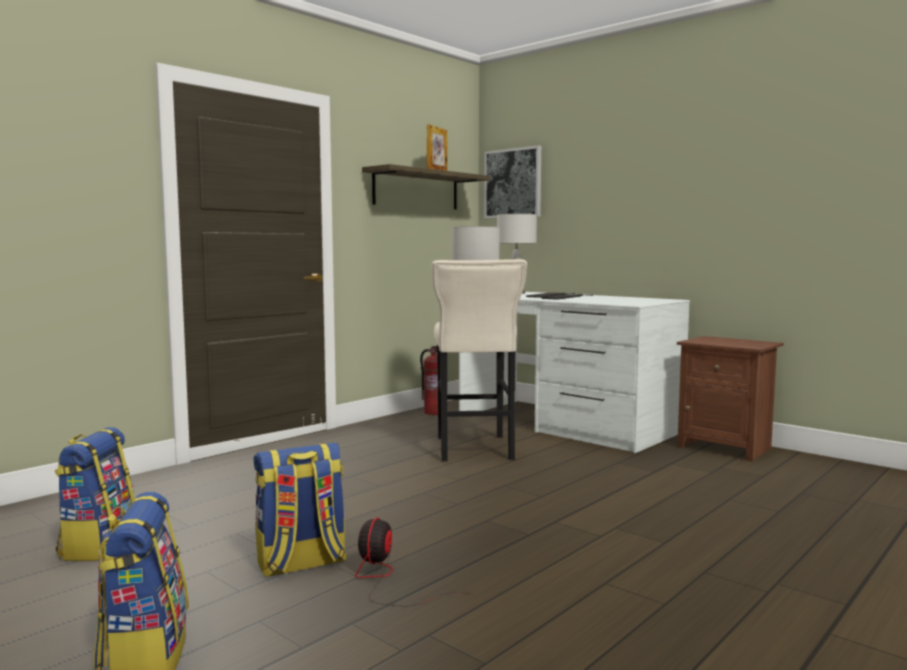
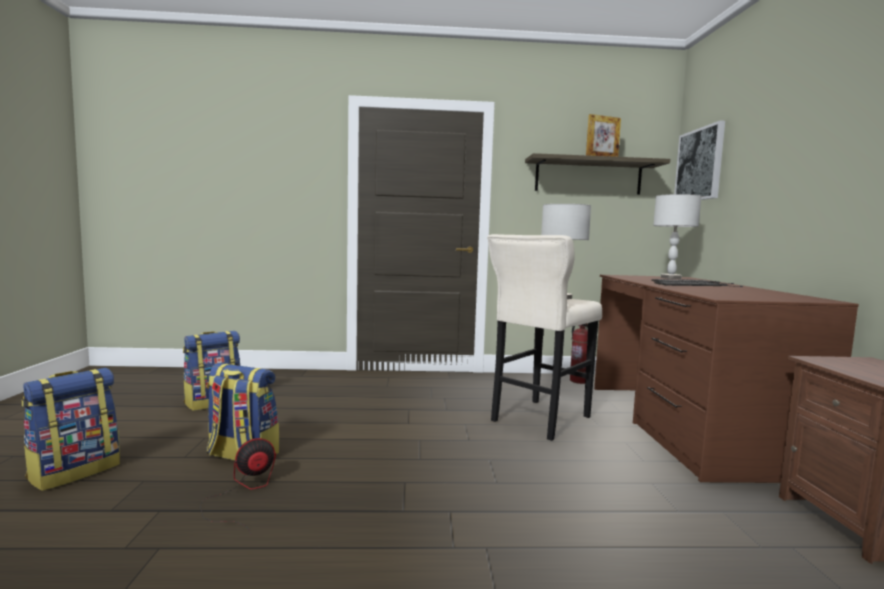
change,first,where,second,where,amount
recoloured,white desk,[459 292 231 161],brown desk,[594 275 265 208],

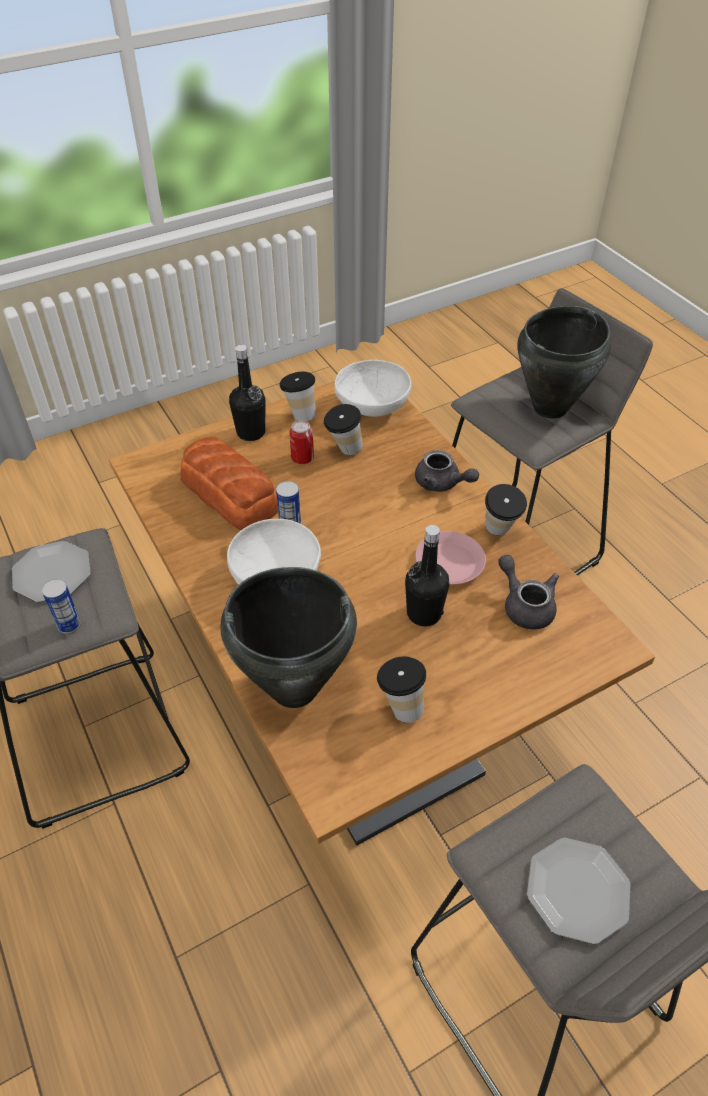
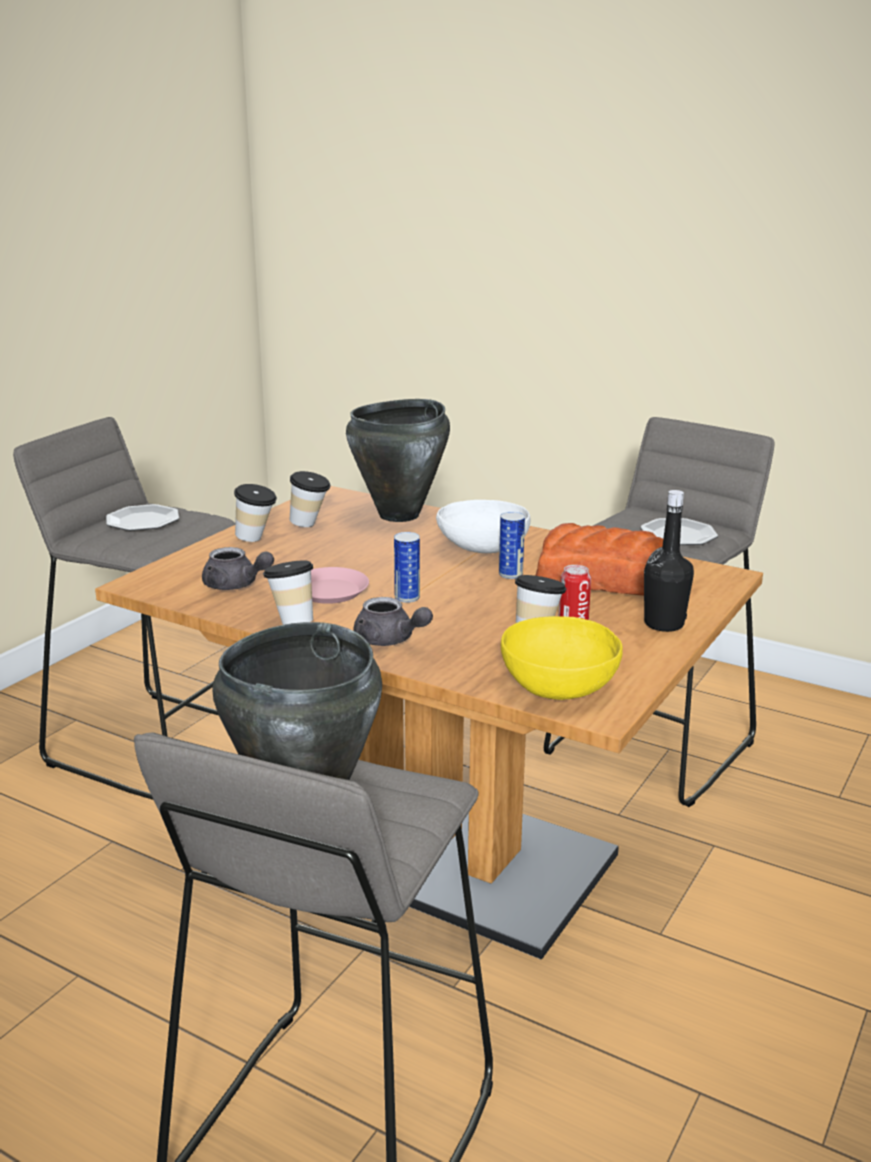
change,first,where,second,where,amount
removed,black bottle,[405 525 44 101],,,
moved,can,[42 579 39 55],,[394 532 26 71],
moved,cup,[279 372 37 49],,[234 484 43 58],
recoloured,white bowl,[334 360 78 57],yellow bowl,[501 616 122 84],
turned,grey teapot,[415 450 64 42],,[353 597 80 49],150 degrees counterclockwise

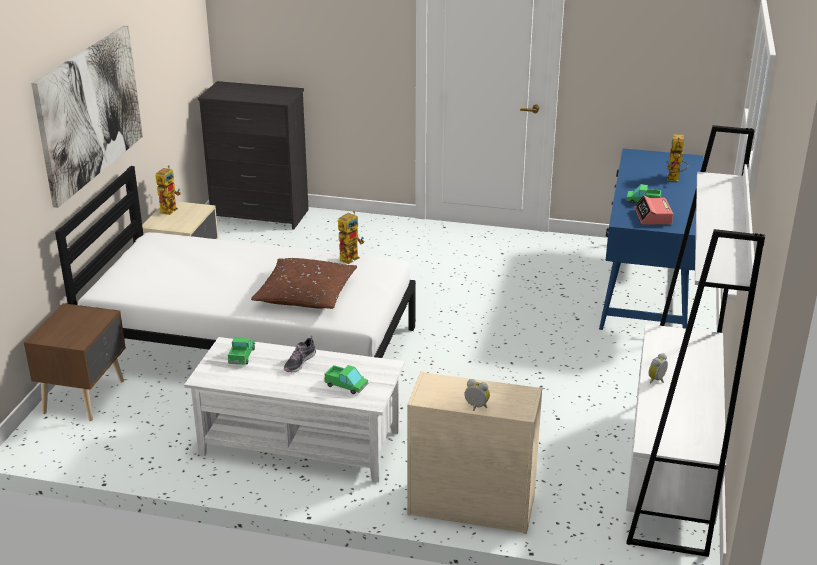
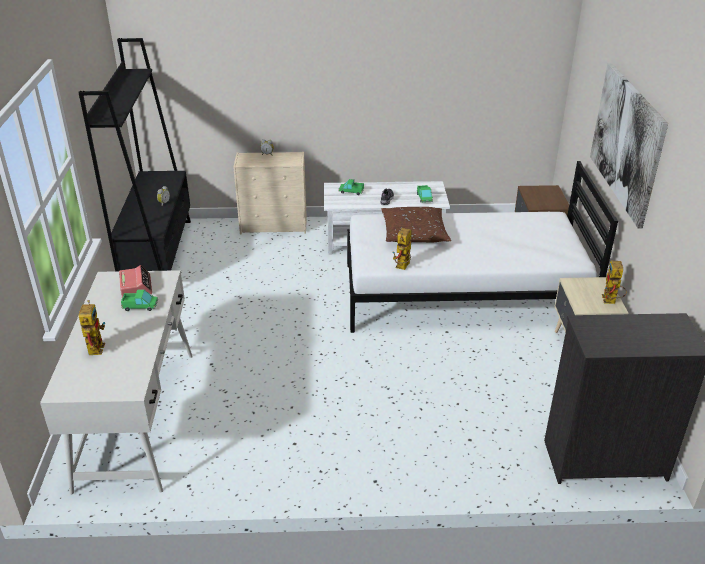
change,first,where,second,where,amount
recoloured,blue desk,[599 148 104 182],white desk,[40 270 153 225],
recoloured,white bookcase,[626 125 139 432],black bookcase,[78 38 113 233],

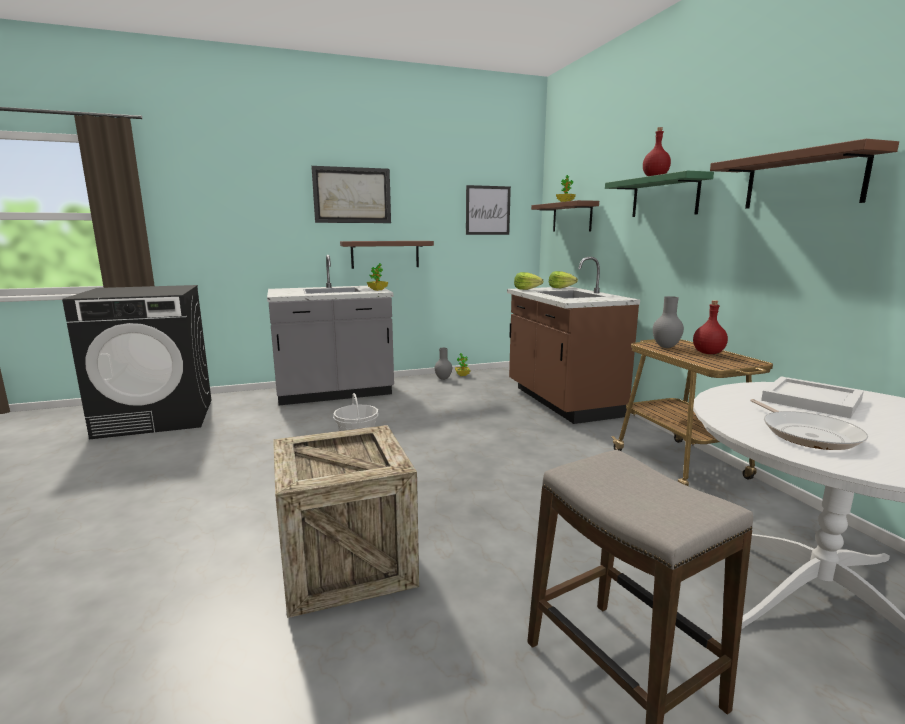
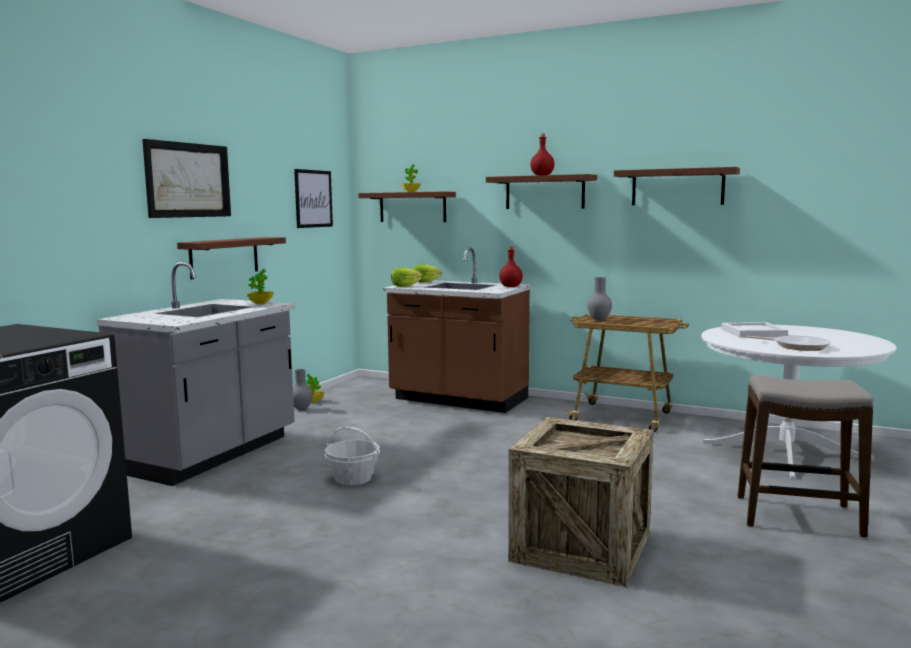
change,first,where,second,where,amount
moved,red bottle,[693 300 35 54],,[499 247 24 40],
recoloured,green shelf,[605 171 109 46],brown shelf,[486 174 111 35],

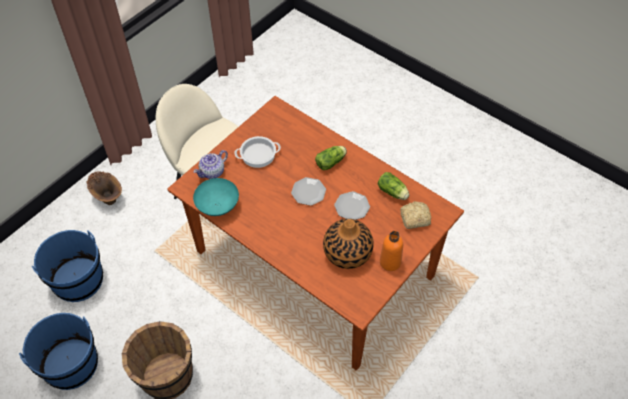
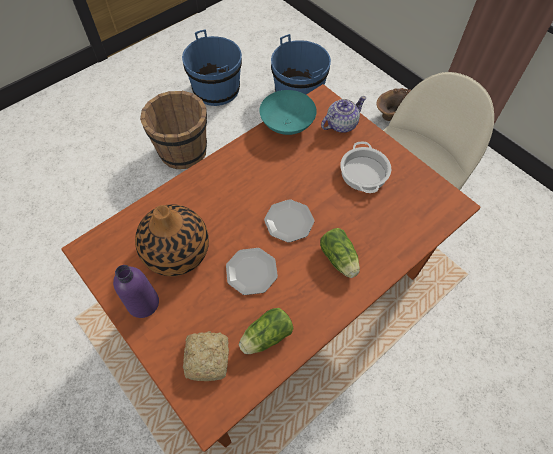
change,first,where,second,where,amount
recoloured,orange bottle,[380 231 23 40],purple bottle,[113 265 46 53],
turned,teapot,[193 150 35 29],,[321 96 45 37],90 degrees clockwise

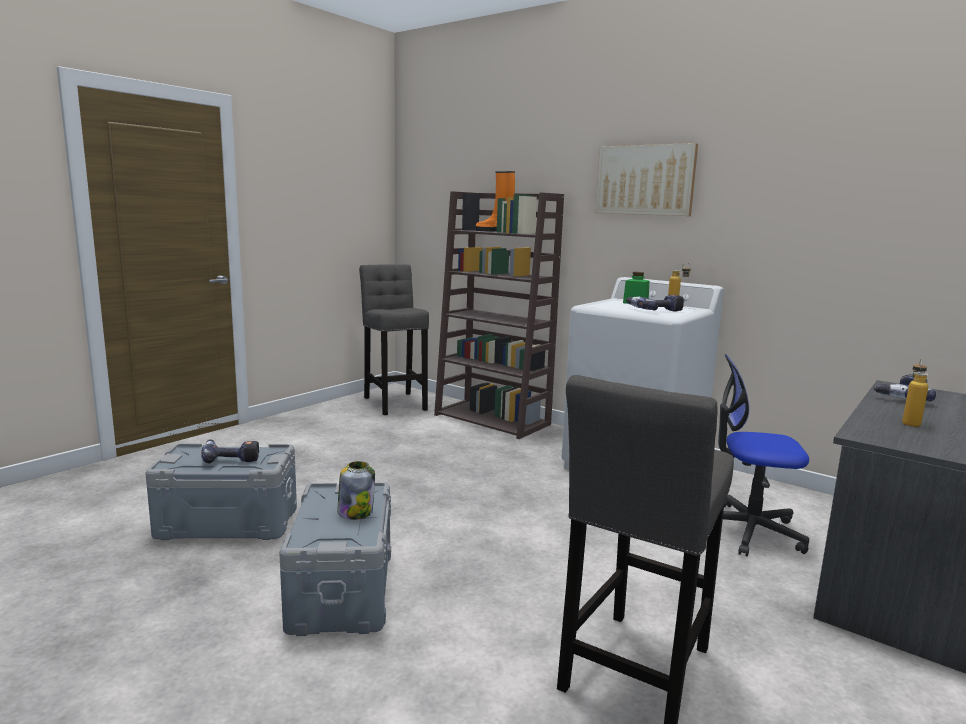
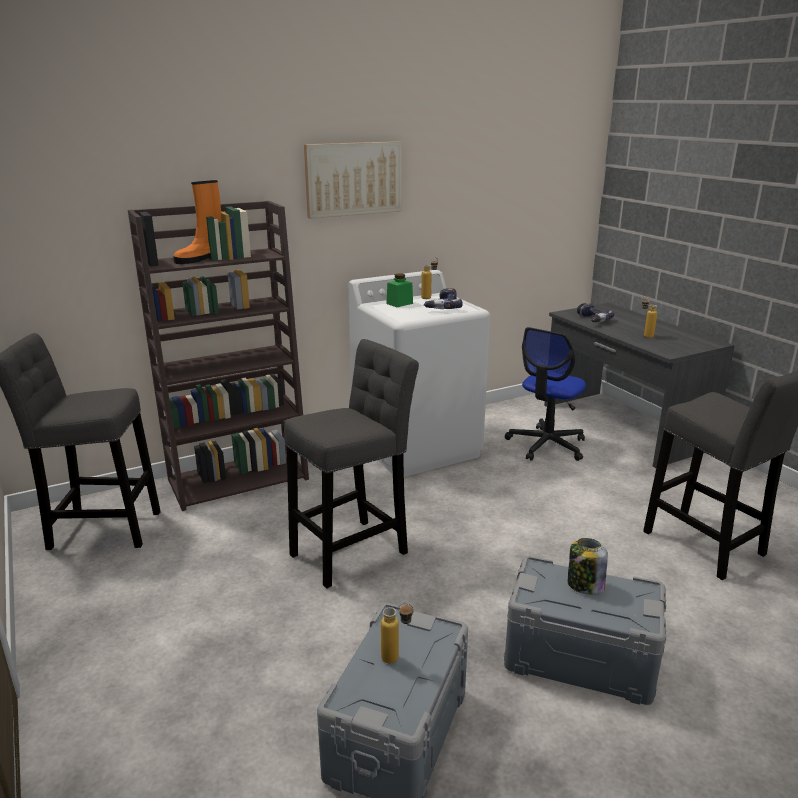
change,first,where,second,where,amount
added,,,grey stool,[284 339 135 249],
replaced,power drill,[201 439 58 24],bottle,[381 603 33 60],

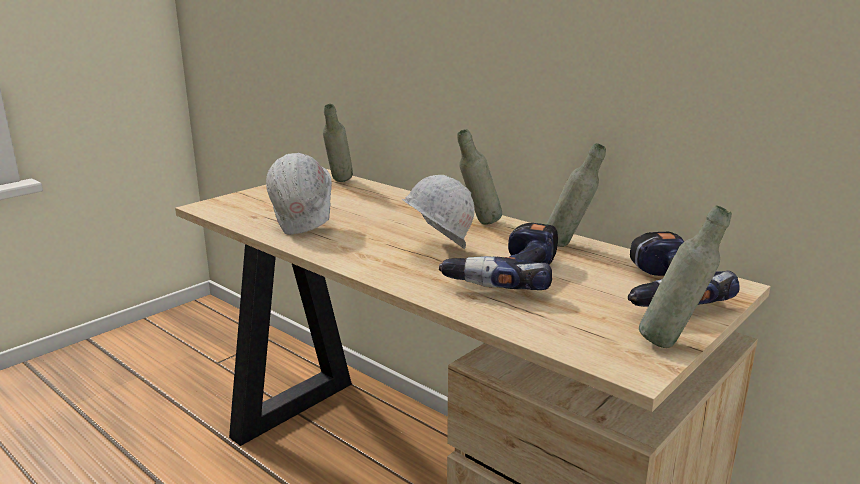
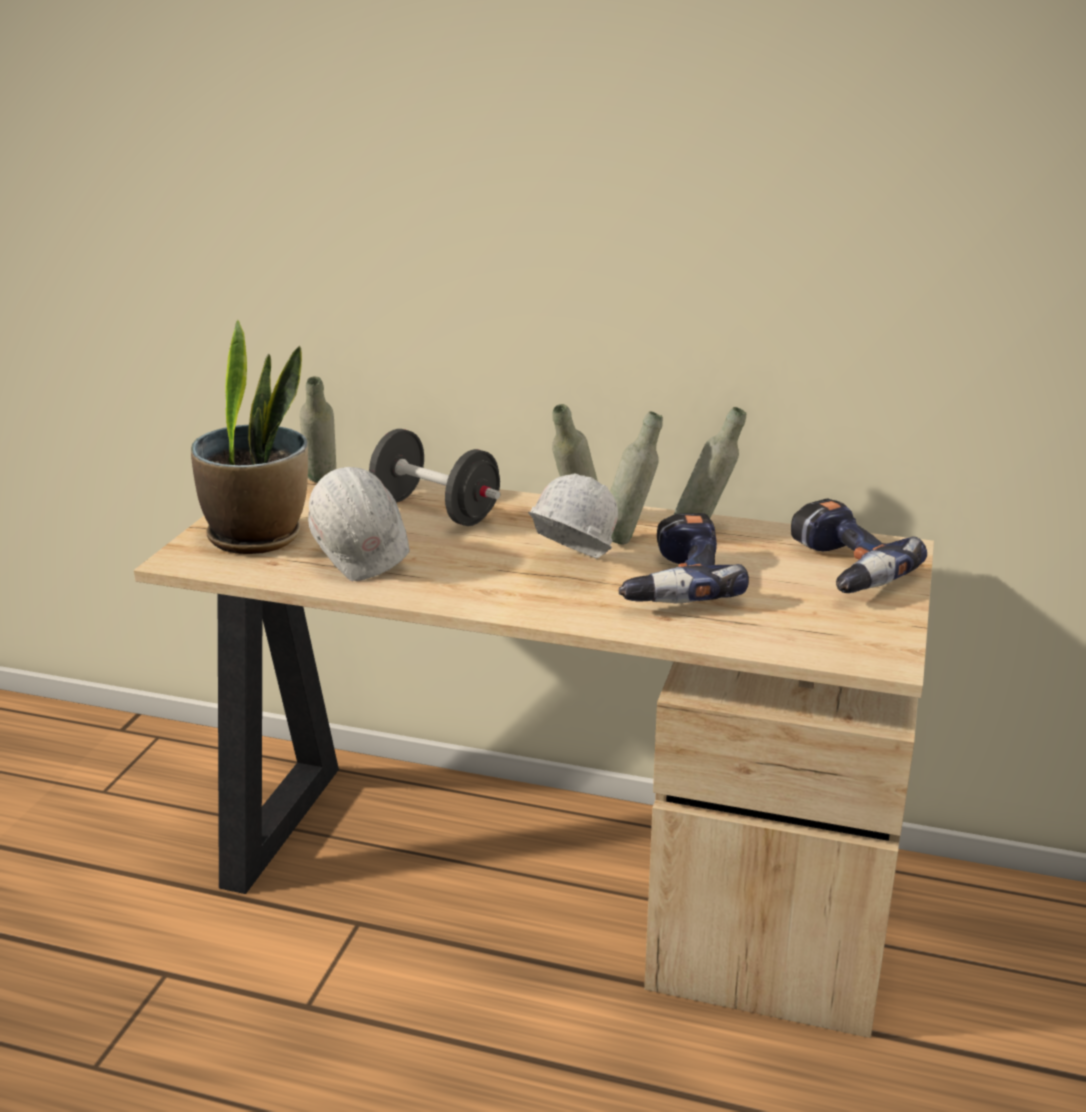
change,first,where,second,where,amount
added,,,potted plant,[191 320 117 234],
added,,,black dumbbell,[369 429 131 97],
moved,grey bottle,[639 205 93 143],,[610 411 53 133],

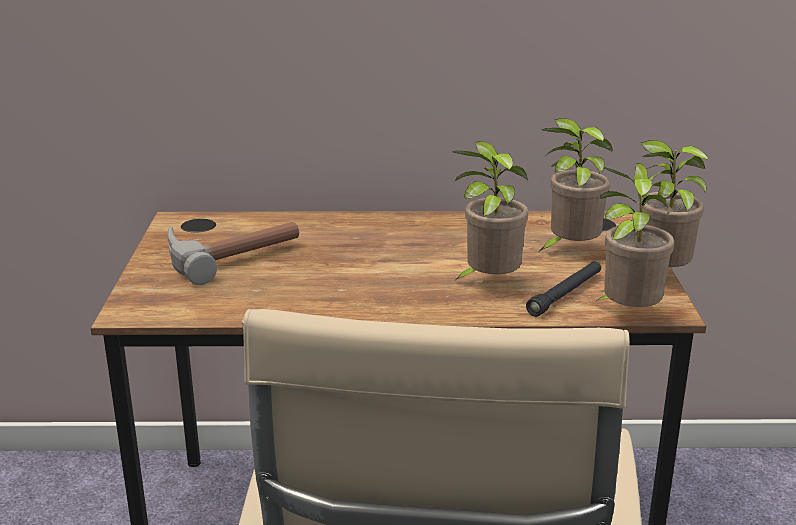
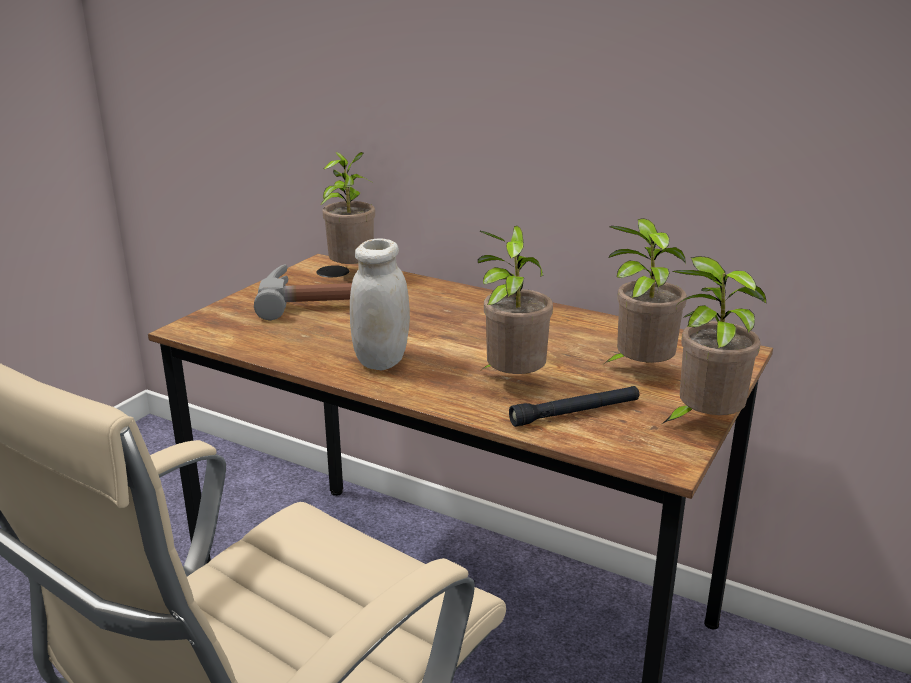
change,first,where,second,where,amount
added,,,white jar,[350 239 60 131],
moved,potted plant,[595 163 80 144],,[320 152 55 112],

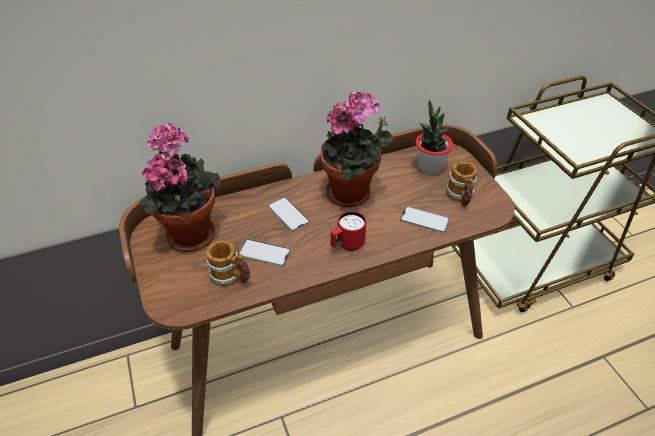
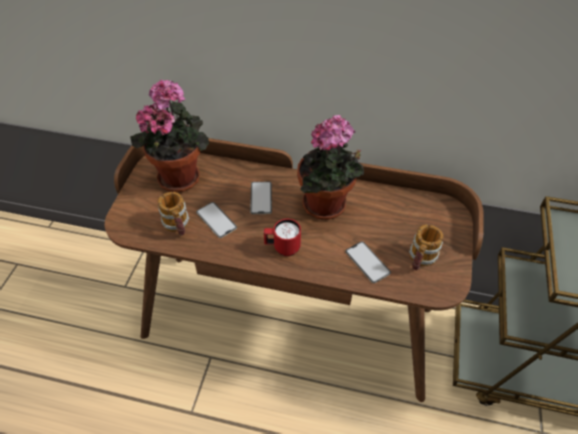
change,first,where,second,where,amount
removed,potted plant,[416 100 37 75],,,

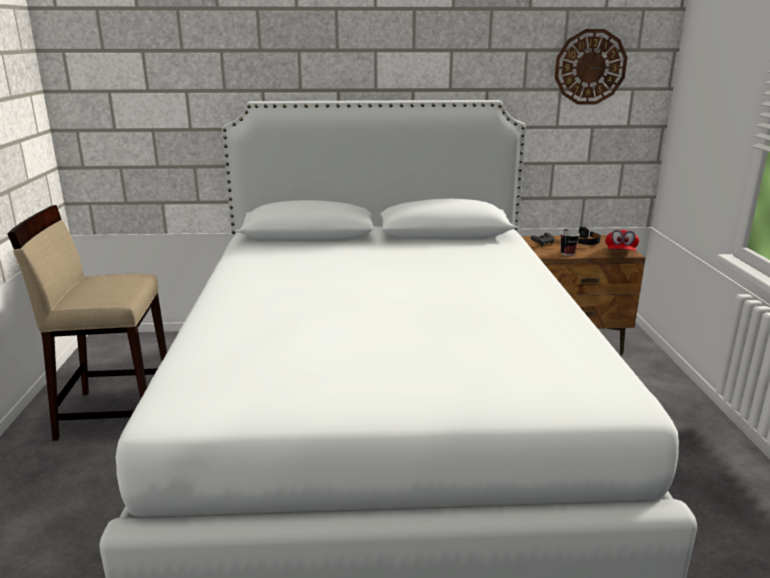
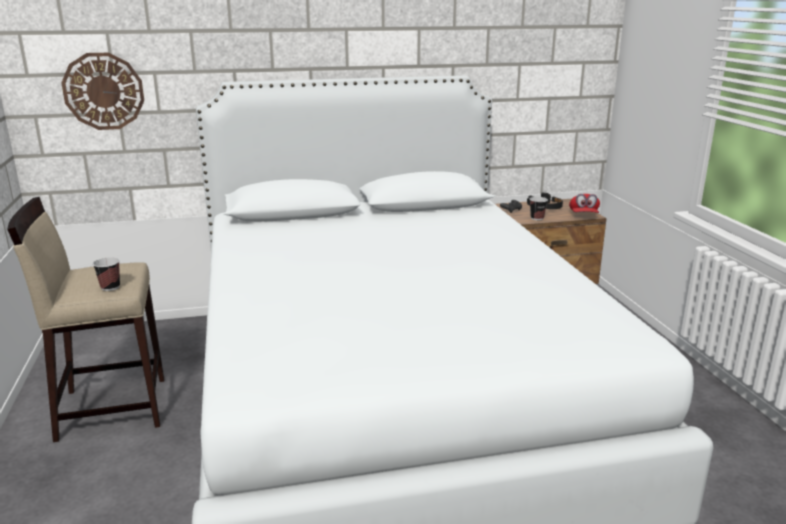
change,first,where,second,where,amount
added,,,cup,[93 257 27 34],
moved,wall clock,[555 29 72 76],,[61 53 83 77],

